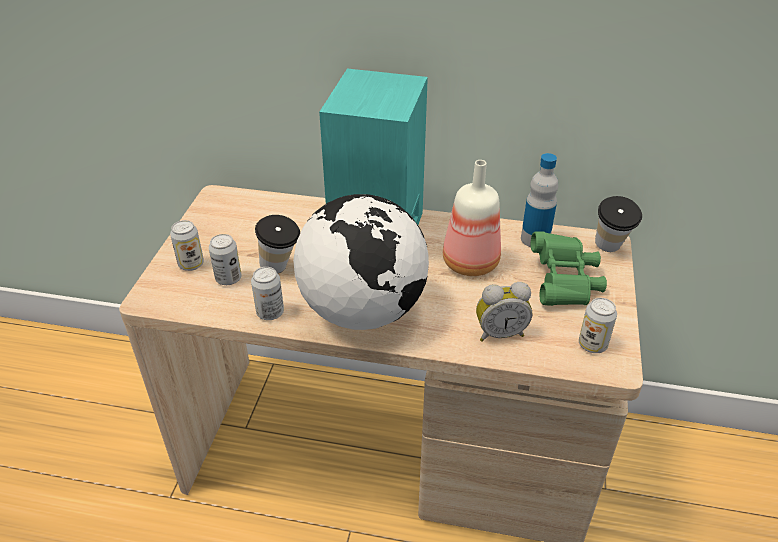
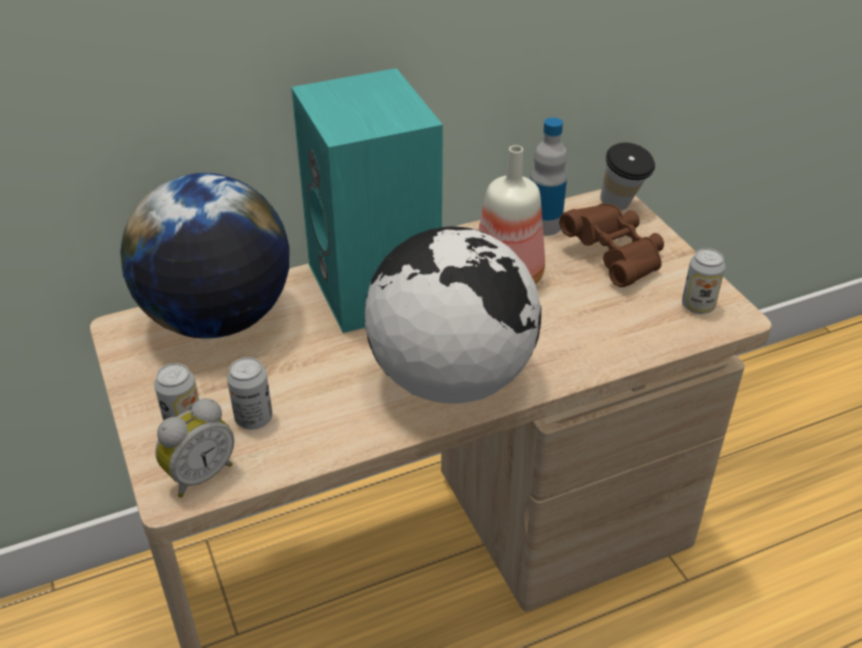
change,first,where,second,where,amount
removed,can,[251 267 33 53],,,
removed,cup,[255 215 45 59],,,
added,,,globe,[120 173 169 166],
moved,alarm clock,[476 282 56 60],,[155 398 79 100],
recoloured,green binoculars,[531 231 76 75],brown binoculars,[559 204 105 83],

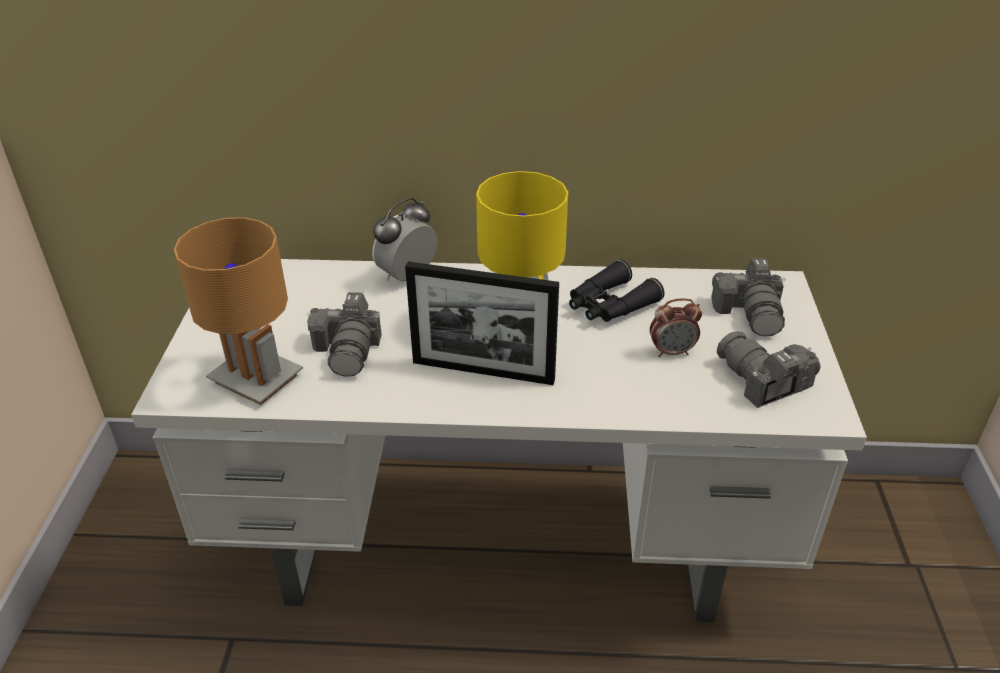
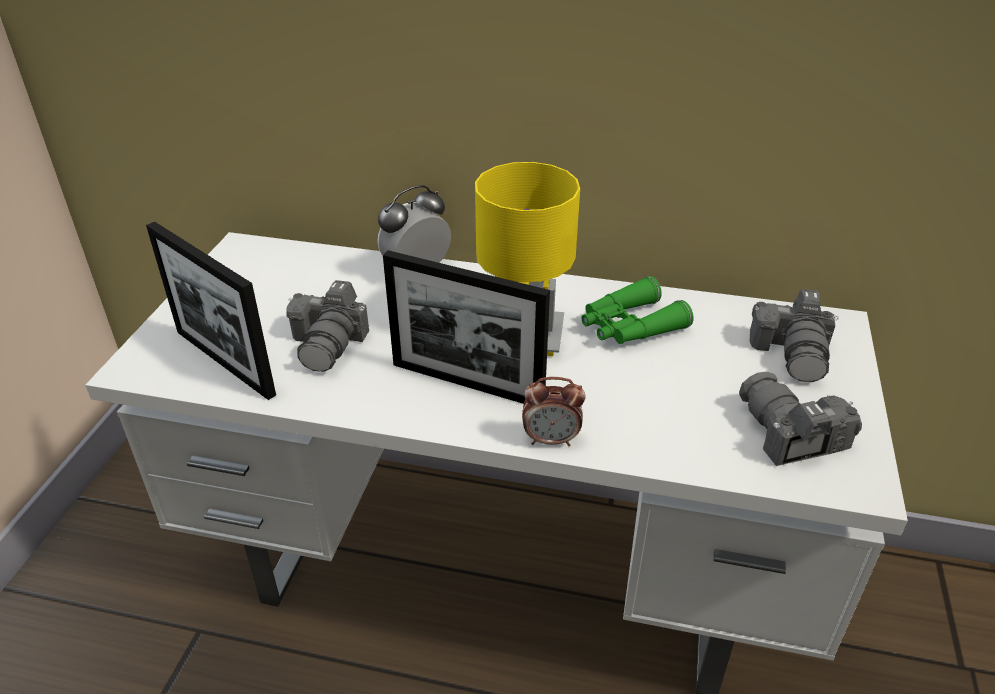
change,first,where,second,where,amount
moved,alarm clock,[650 298 52 59],,[522 377 64 69],
replaced,brown table lamp,[174 217 129 188],picture frame,[146 222 130 178],
recoloured,black binoculars,[569 260 95 62],green binoculars,[581 276 113 68],

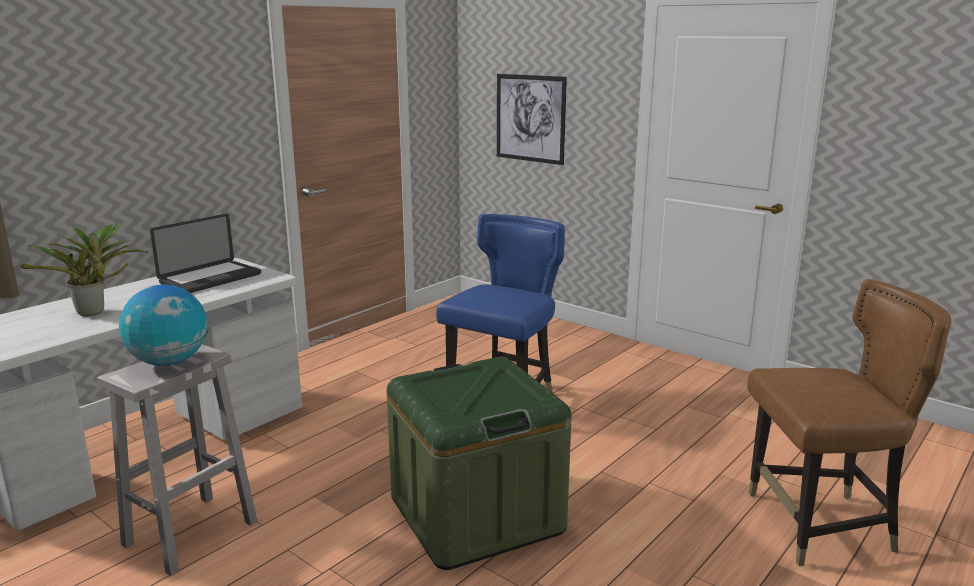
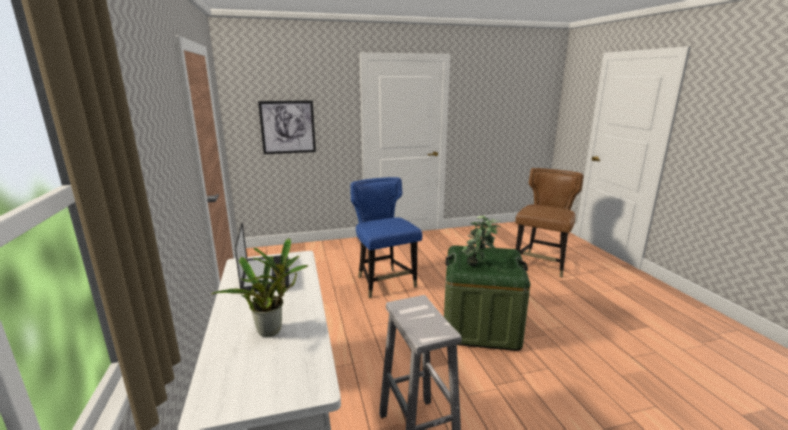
change,first,where,second,where,amount
removed,globe,[119 285 89 81],,,
added,,,potted plant,[462 216 39 50],

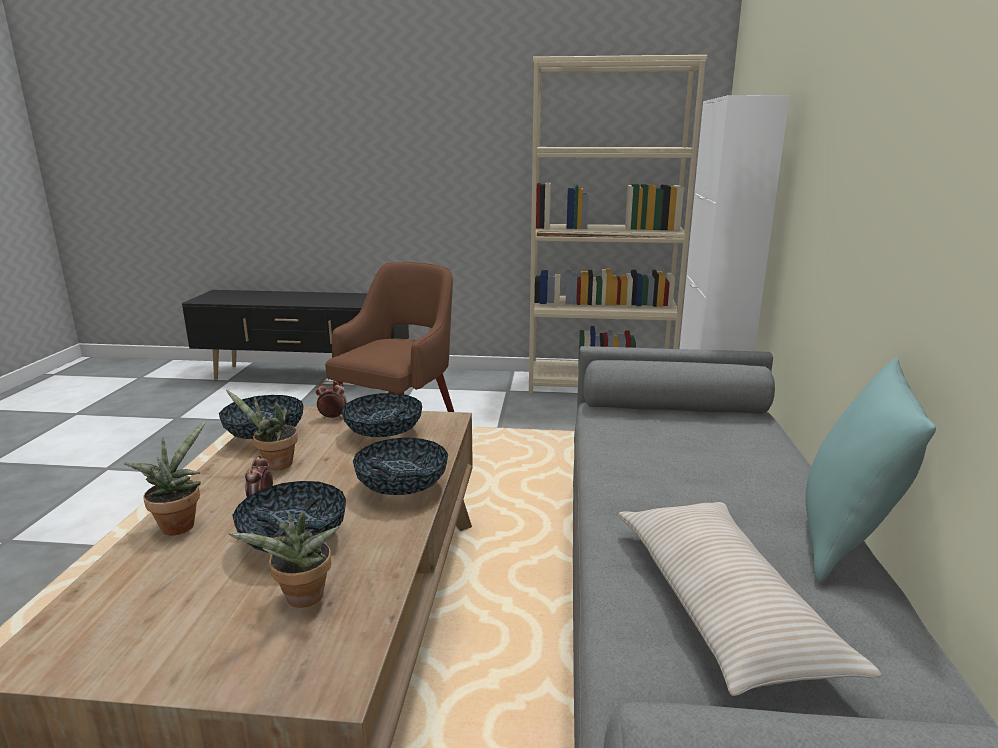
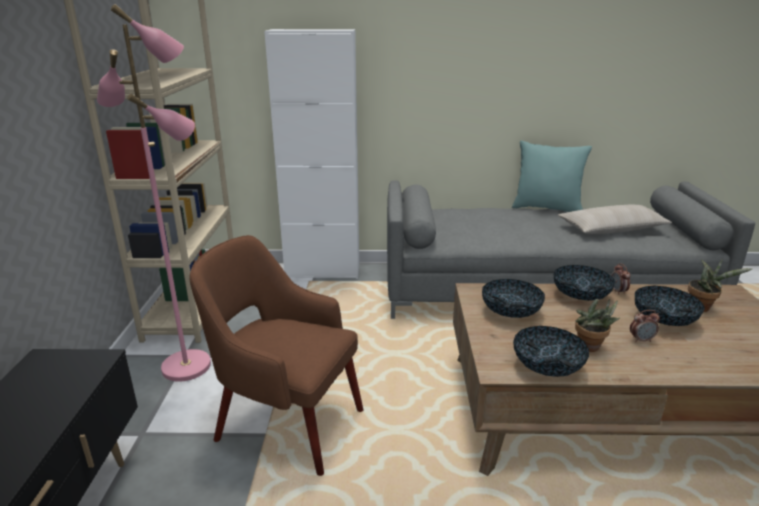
change,first,where,second,where,amount
removed,potted plant,[124 422 81 114],,,
added,,,pink floor lamp,[97 4 114 378],
moved,alarm clock,[316 380 31 39],,[611 263 20 32],

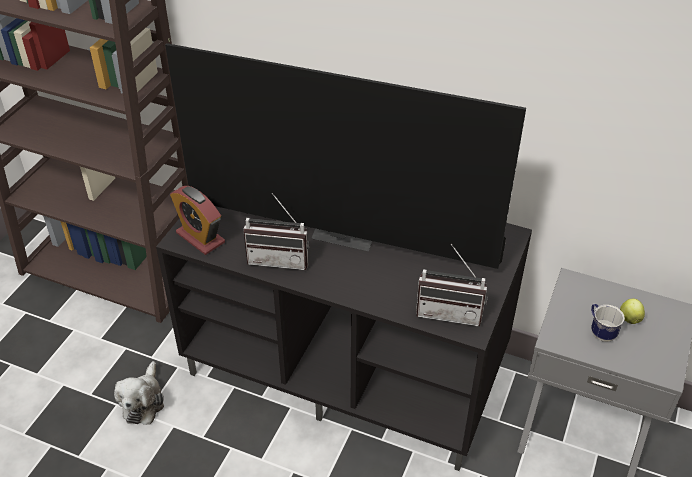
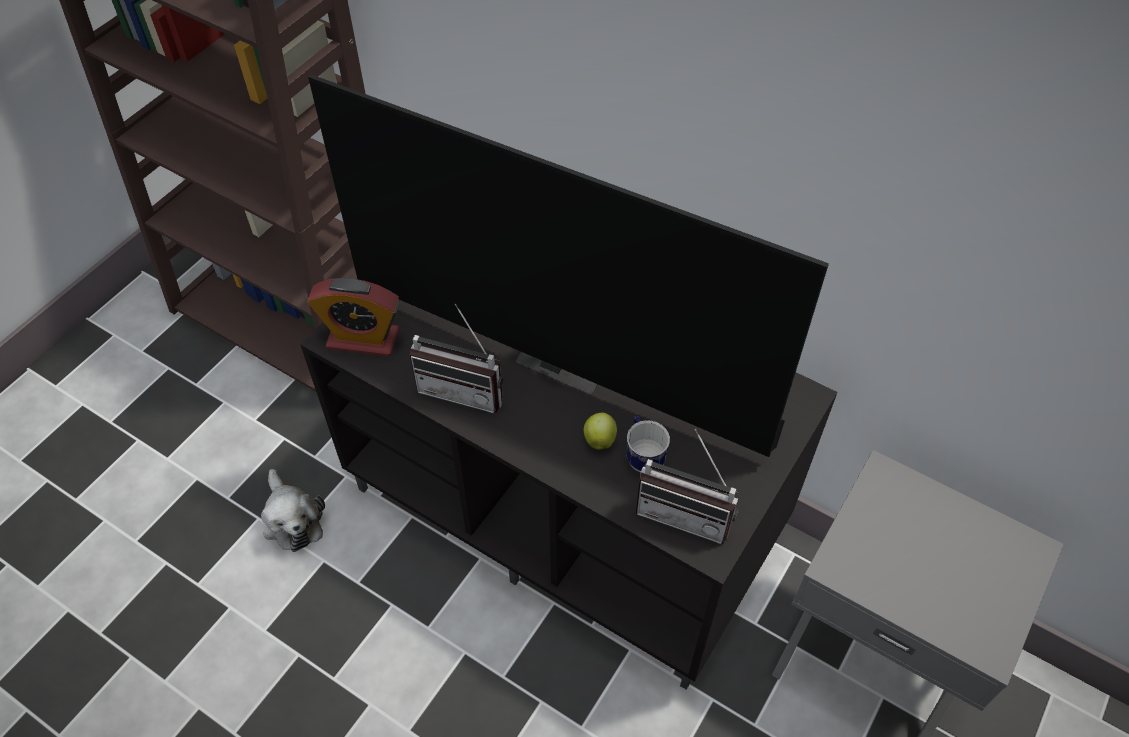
change,first,where,second,where,amount
moved,mug,[591 304 34 38],,[627 416 43 56],
moved,apple,[620 299 25 25],,[584 413 33 37],
turned,plush toy,[114 361 50 64],,[261 469 64 83],45 degrees counterclockwise
turned,alarm clock,[170 186 55 69],,[307 278 93 79],45 degrees counterclockwise

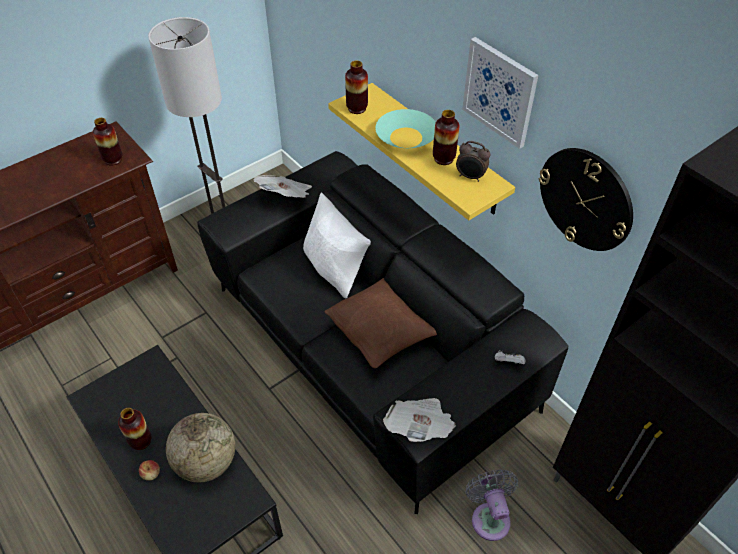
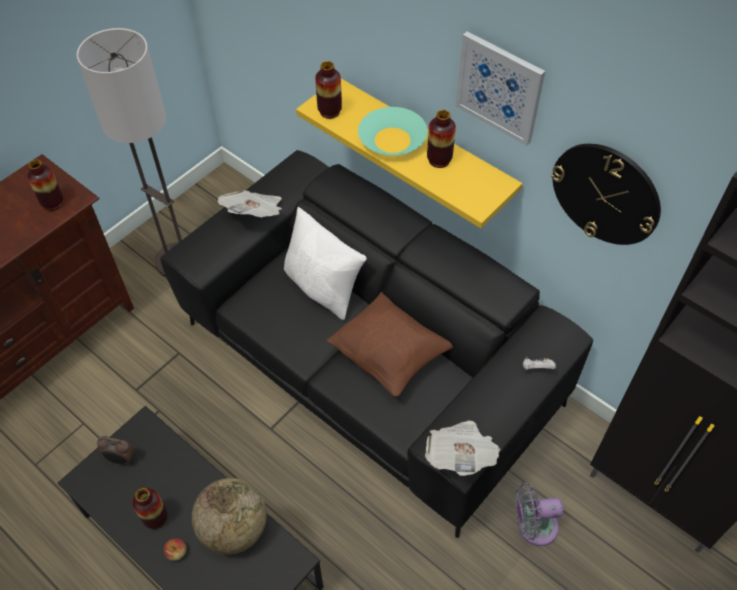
change,first,where,second,where,amount
moved,alarm clock,[456 141 34 41],,[97 436 37 29],
turned,grey fan,[466 469 52 72],,[514 482 49 64],75 degrees counterclockwise

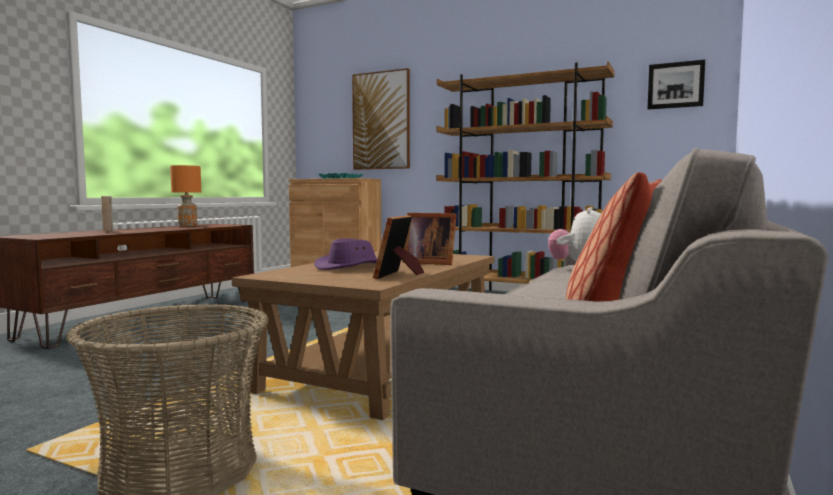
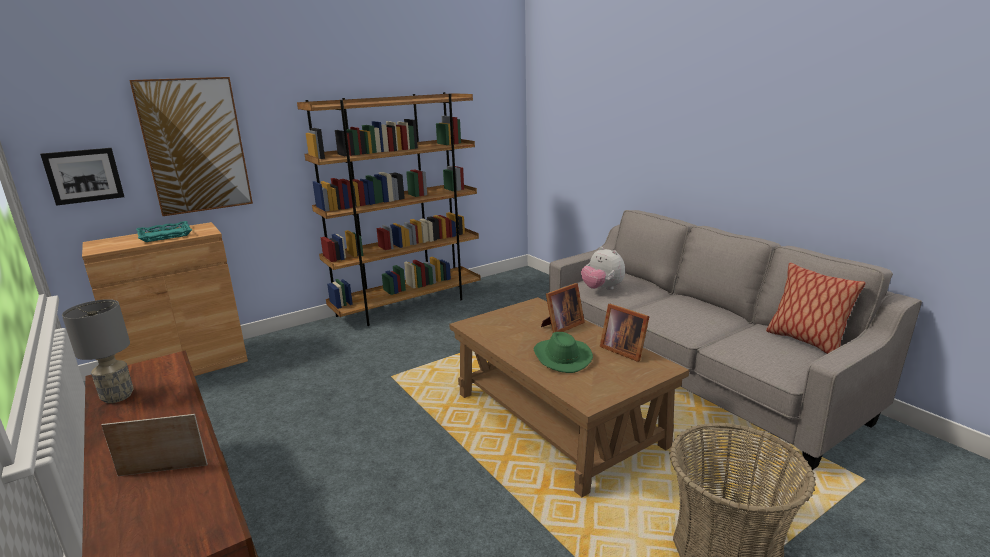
change,first,where,second,where,amount
moved,picture,[648 60 57 50],,[40 148 84 58],
recoloured,orange table lamp,[170 165 31 61],grey table lamp,[62 299 72 104],
recoloured,purple hat,[314 238 63 32],green hat,[533 332 60 41],

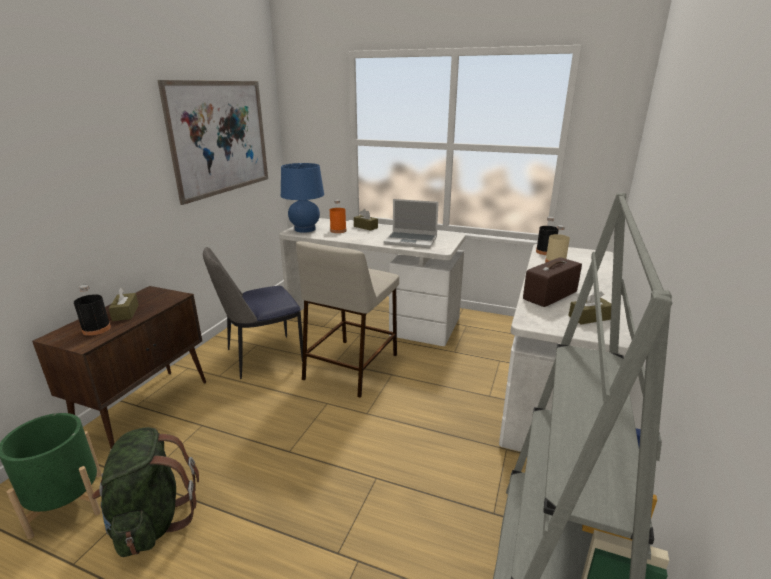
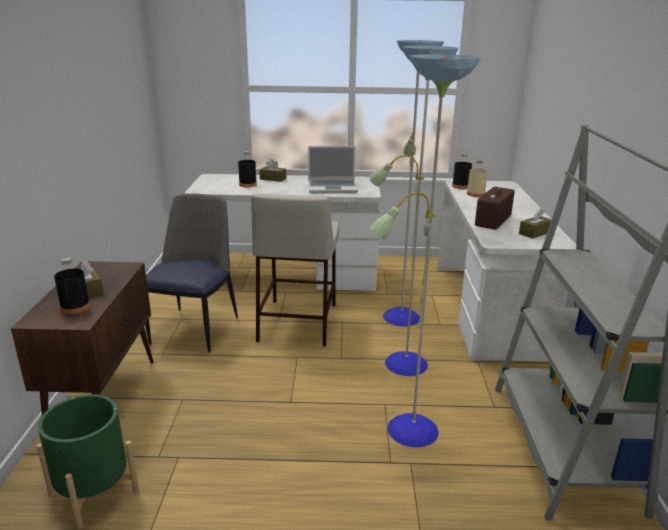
change,first,where,second,where,amount
removed,green backpack,[92 427 107 130],,,
removed,picture,[157 80 111 125],,,
removed,blue table lamp,[281 163 43 70],,,
added,,,floor lamp,[369 40 112 408],
recoloured,orange bottle,[330 200 16 33],black bottle,[238 151 19 36],
turned,chair,[203 247 100 132],,[145 194 93 158],150 degrees clockwise

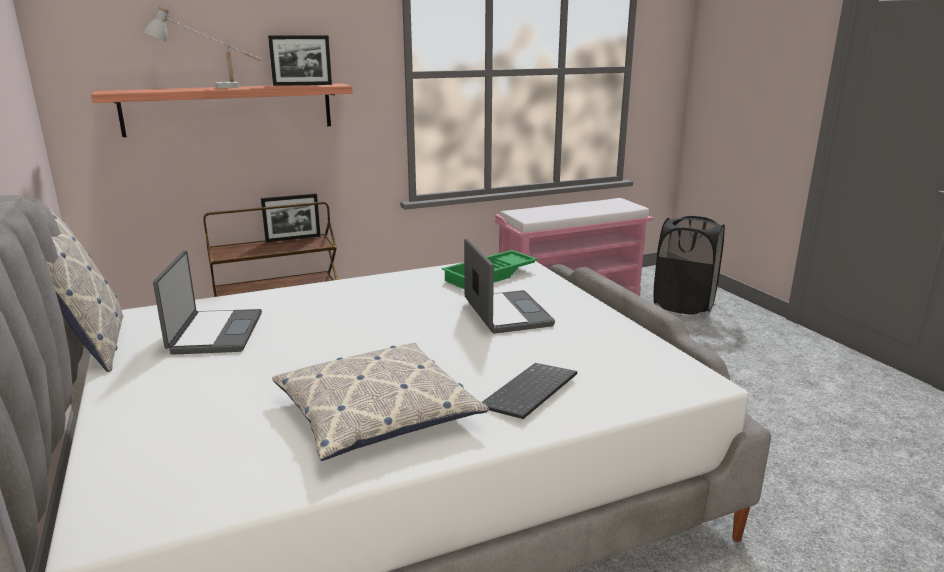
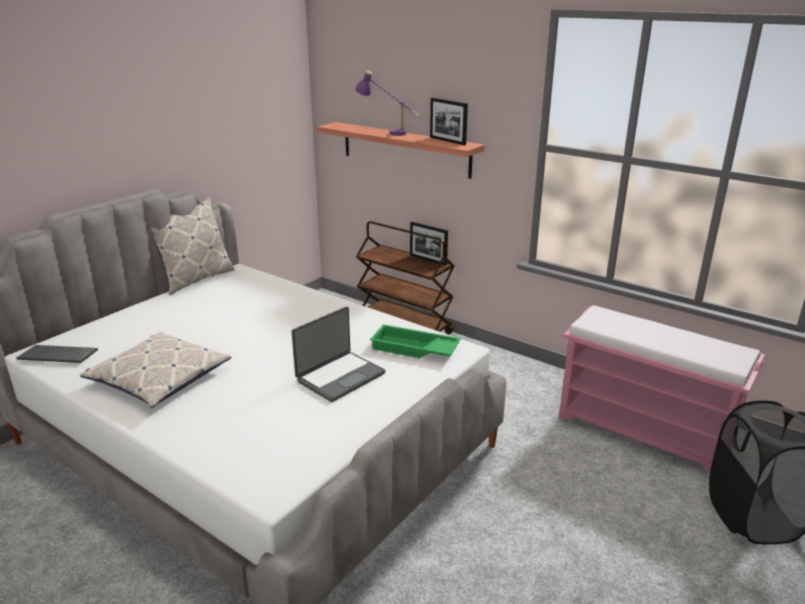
change,first,where,second,where,amount
removed,laptop,[153 251 109 104],,,
moved,keyboard,[482 363 95 56],,[16 345 82 18],
recoloured,white table lamp,[143 6 118 82],purple table lamp,[355 70 65 66],

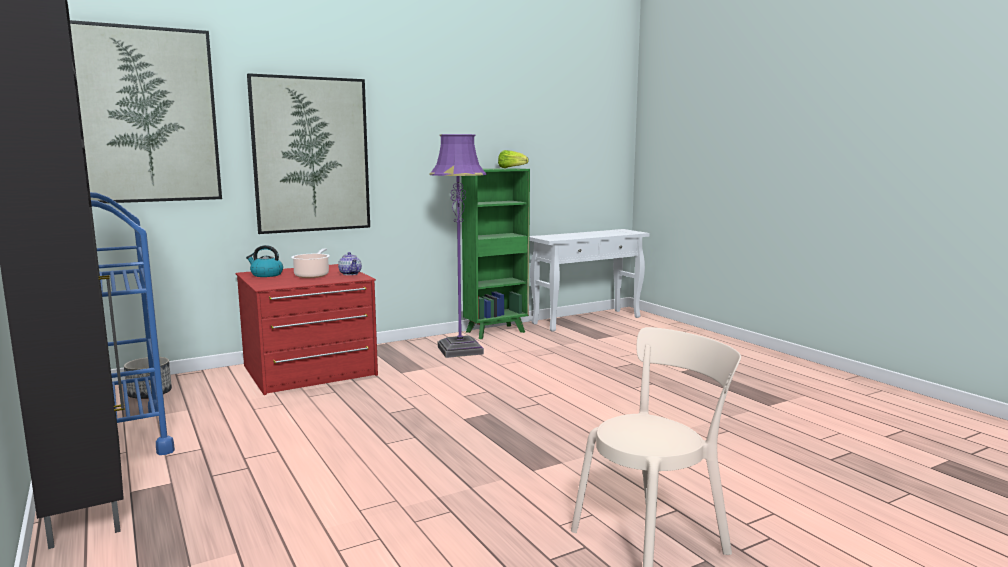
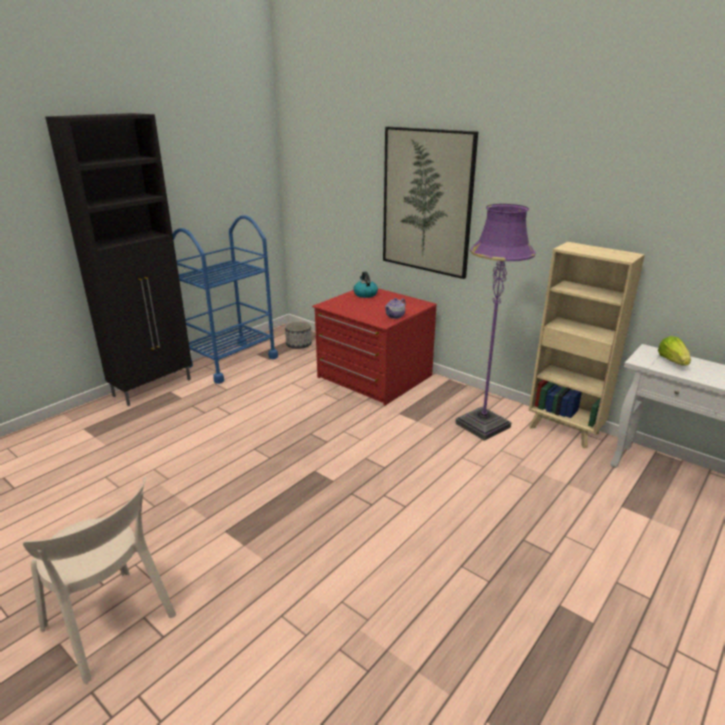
change,first,where,second,where,amount
removed,picture,[70 20 152 183],,,
removed,cooking pot,[291 248 39 30],,,
moved,lettuce,[498 150 30 18],,[658 336 33 30],
recoloured,green bookcase,[461 168 69 171],beige bookcase,[529 242 116 206],

